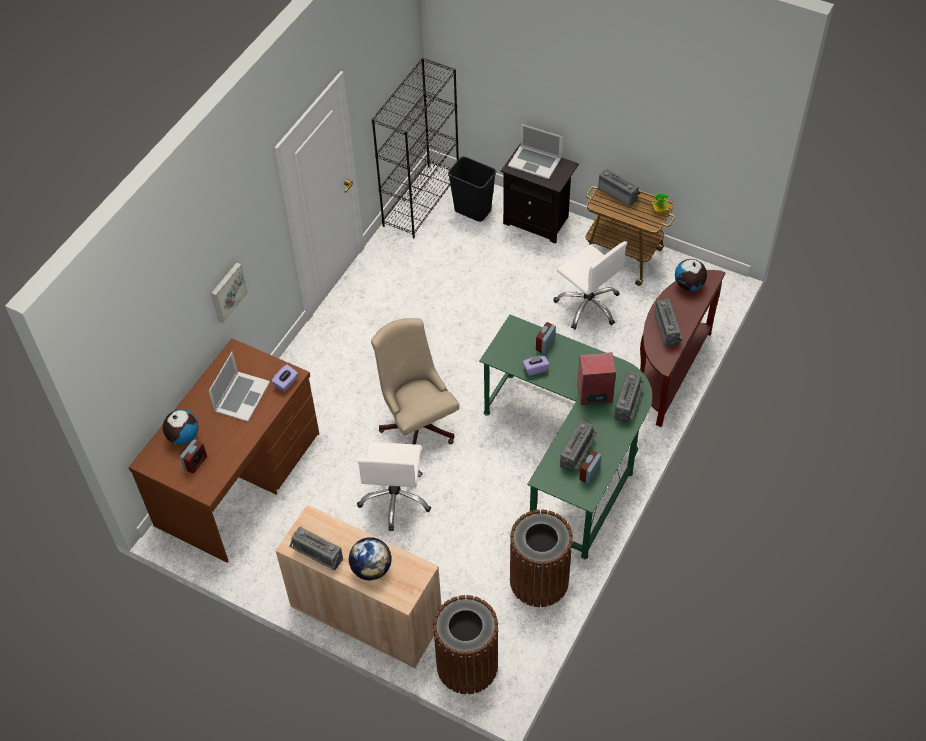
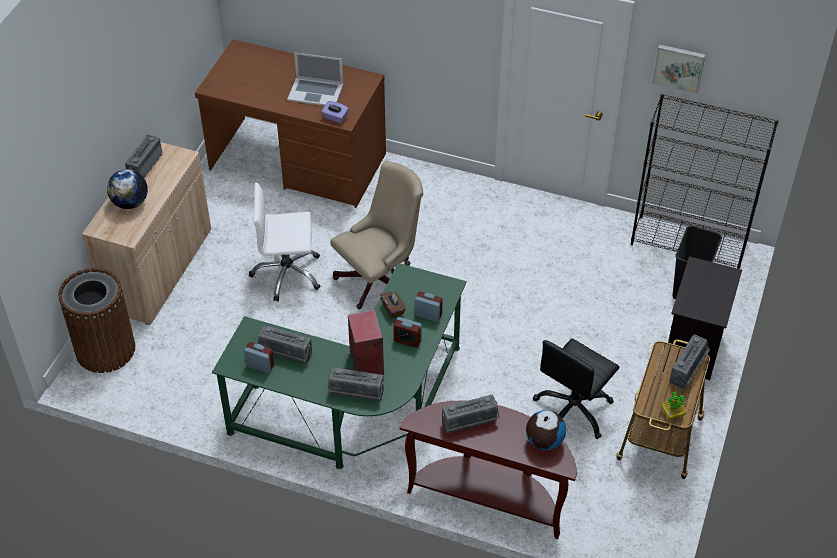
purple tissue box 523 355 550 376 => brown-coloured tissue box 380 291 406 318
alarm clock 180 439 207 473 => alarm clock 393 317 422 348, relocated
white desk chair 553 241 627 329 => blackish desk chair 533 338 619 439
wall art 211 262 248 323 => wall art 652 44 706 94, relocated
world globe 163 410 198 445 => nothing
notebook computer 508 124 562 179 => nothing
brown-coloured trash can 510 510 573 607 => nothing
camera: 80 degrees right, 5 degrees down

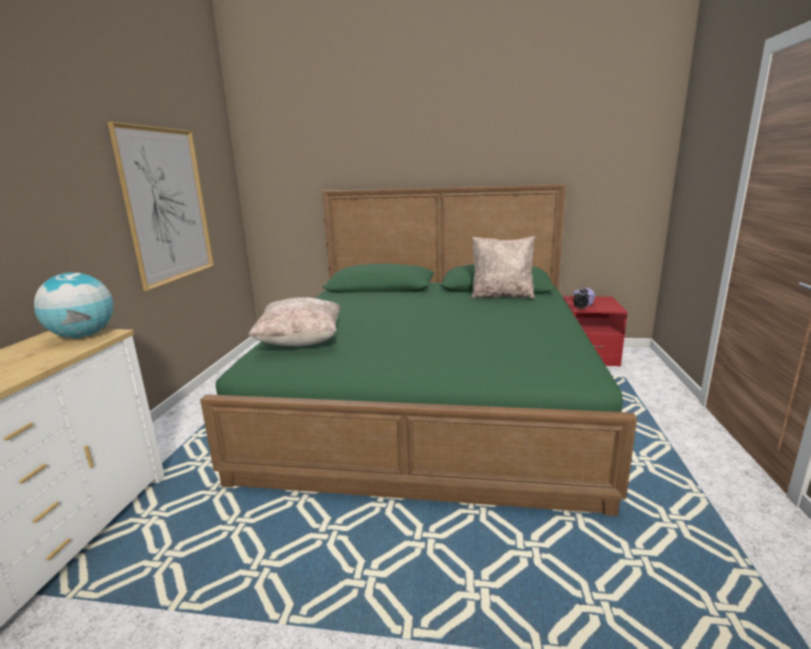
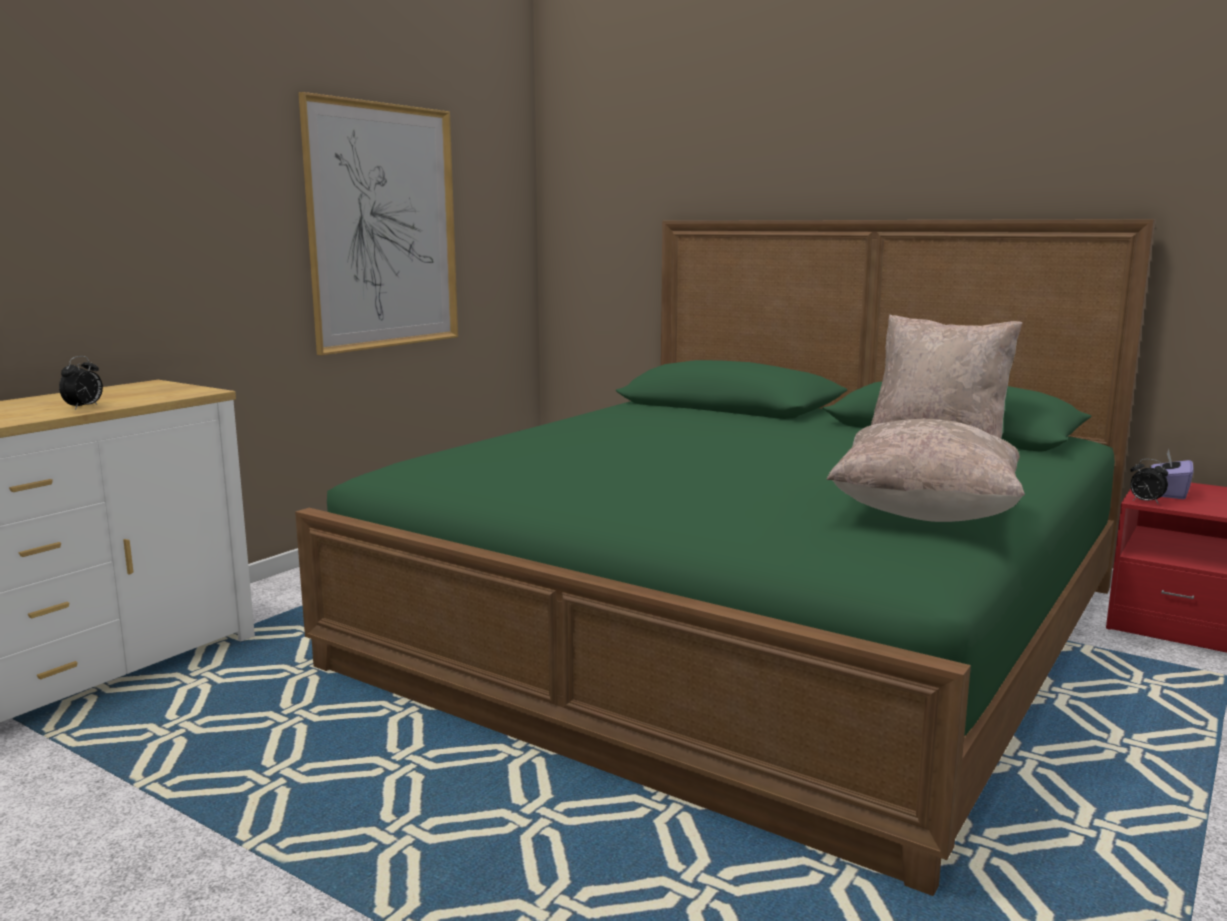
nothing => alarm clock 59 356 103 410
beige-coloured pillow 248 297 340 346 => beige-coloured pillow 827 419 1025 522, relocated
world globe 34 273 114 338 => nothing
camera: 25 degrees right, 5 degrees down

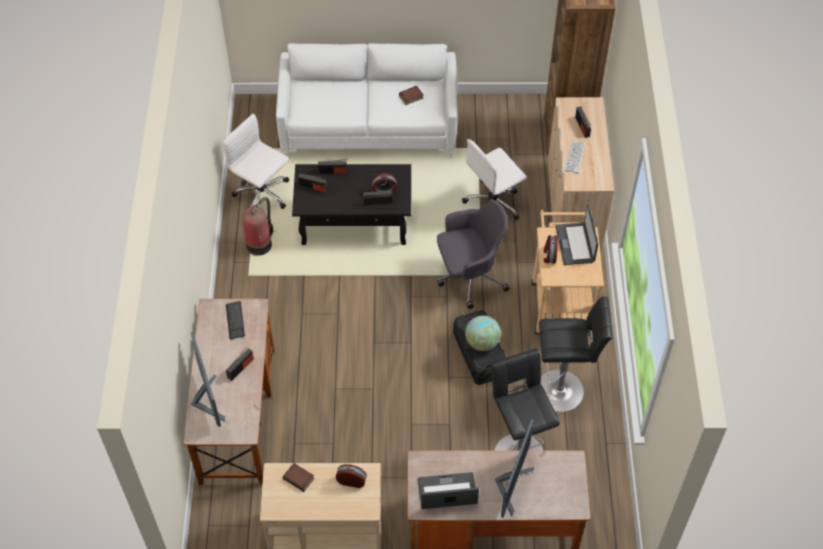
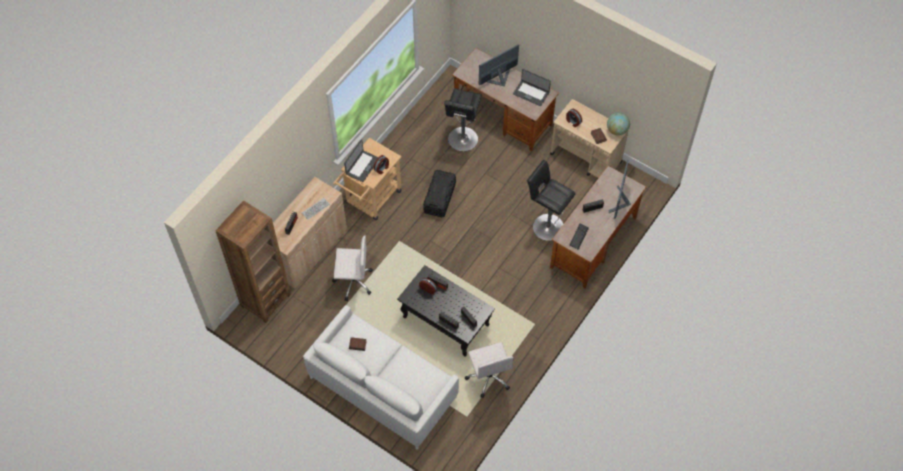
blackish stool 539 297 612 412 => blackish stool 527 160 575 241, relocated
world globe 465 315 501 351 => world globe 607 112 630 136, relocated
extinguisher 242 197 273 256 => nothing
gray desk chair 437 200 510 309 => nothing
camera: 145 degrees left, 5 degrees up

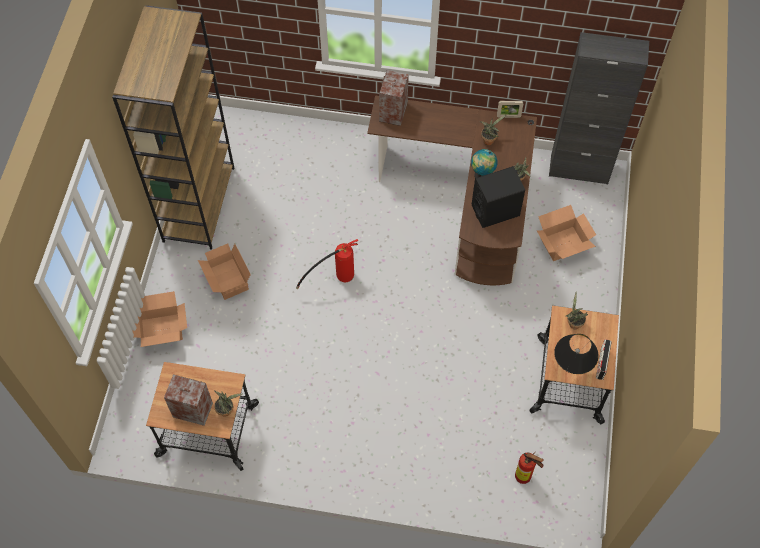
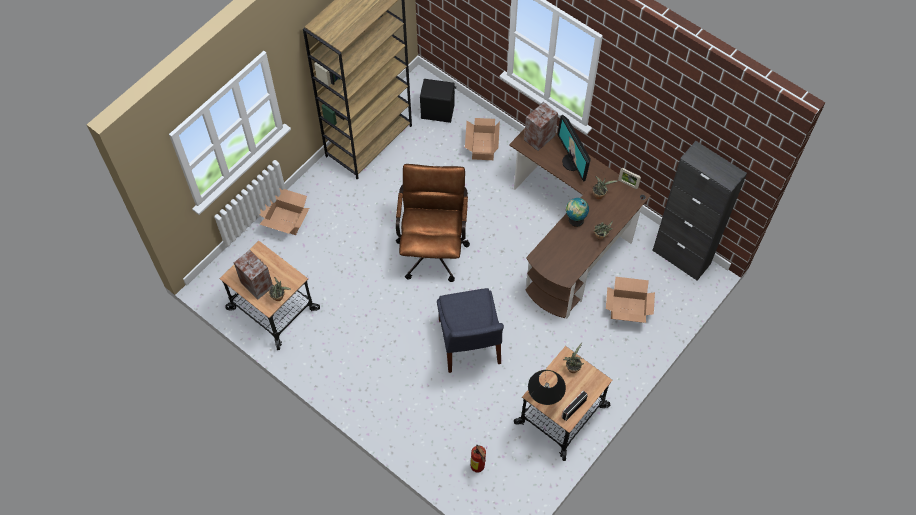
extinguisher 296 239 358 289 => brown-coloured desk chair 396 164 470 282
blackish loudspeaker 472 166 525 228 => blackish loudspeaker 420 79 456 123, relocated
nothing => blue upright chair 437 288 504 373
carton 198 244 251 300 => carton 465 118 500 160, relocated
nothing => monitor 557 115 591 182
camera: 30 degrees right, 0 degrees up

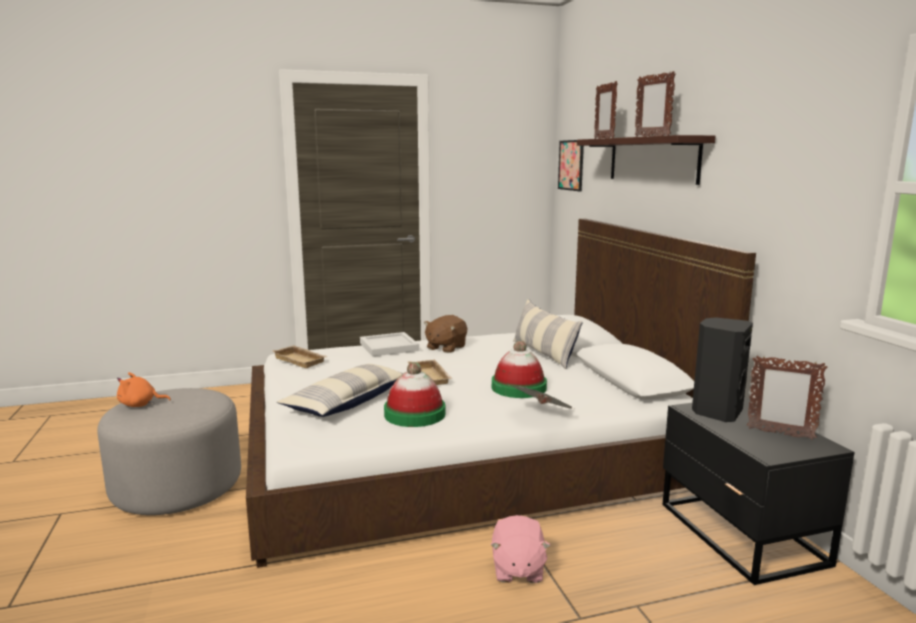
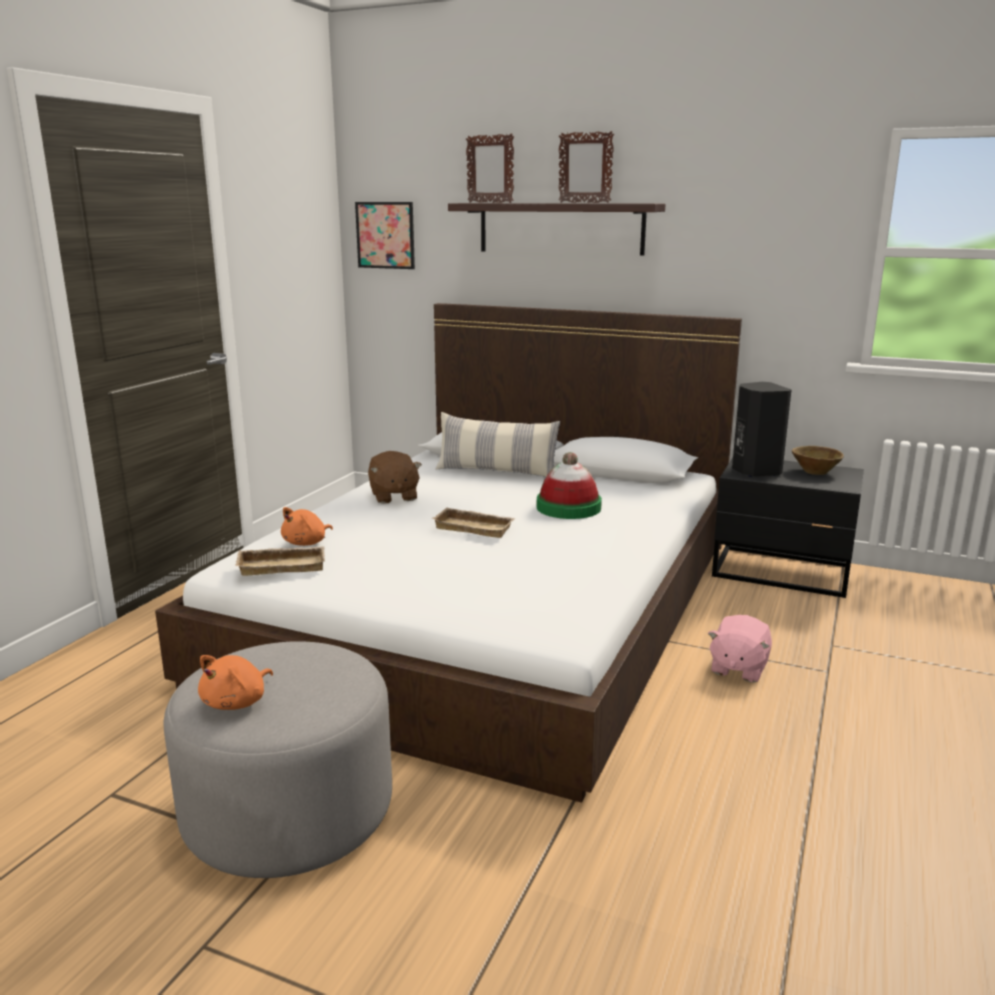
nothing => orange-coloured plush toy 281 507 333 546
pink plush toy 490 515 551 583 => pink plush toy 708 615 772 683, 75 degrees clockwise
picture frame 747 356 827 440 => brown-coloured bowl 792 446 844 475
pillow 277 364 404 417 => nothing
white carrying tray 360 332 419 357 => nothing
clothing hat 384 362 445 427 => nothing
daily paper 512 386 575 409 => nothing
camera: 50 degrees left, 5 degrees up

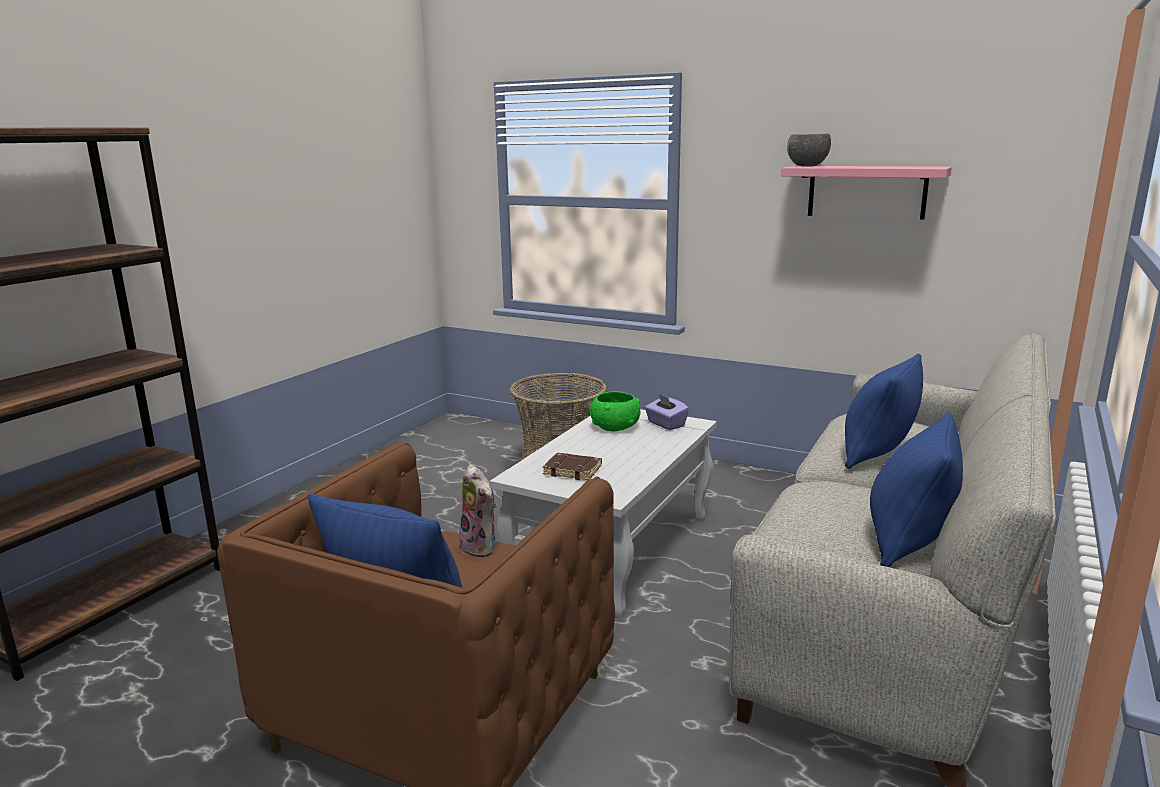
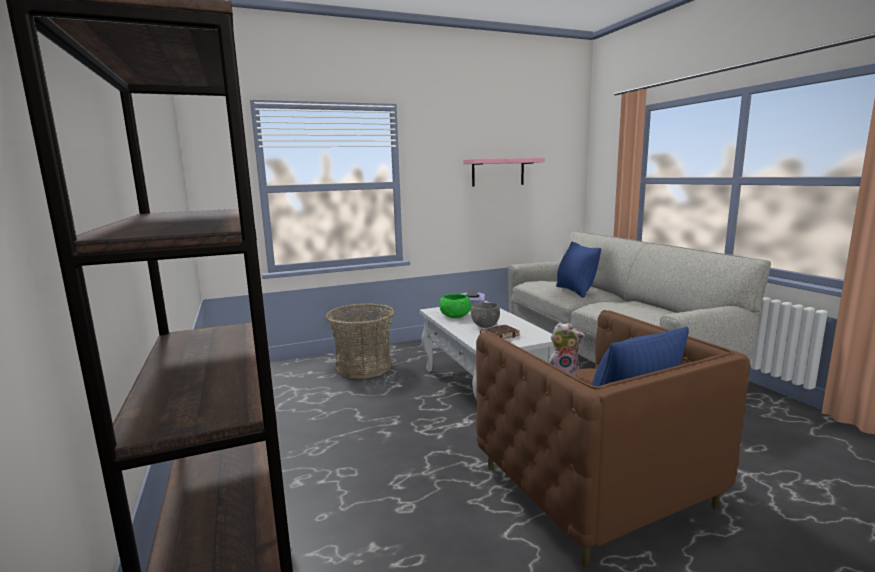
gray bowl 787 133 831 167 => gray bowl 471 302 500 328, relocated
blue pillow 870 412 963 567 => nothing
camera: 50 degrees left, 5 degrees down

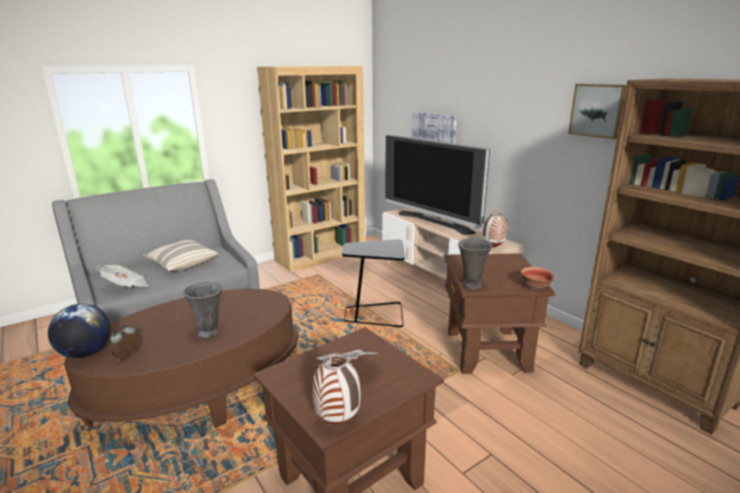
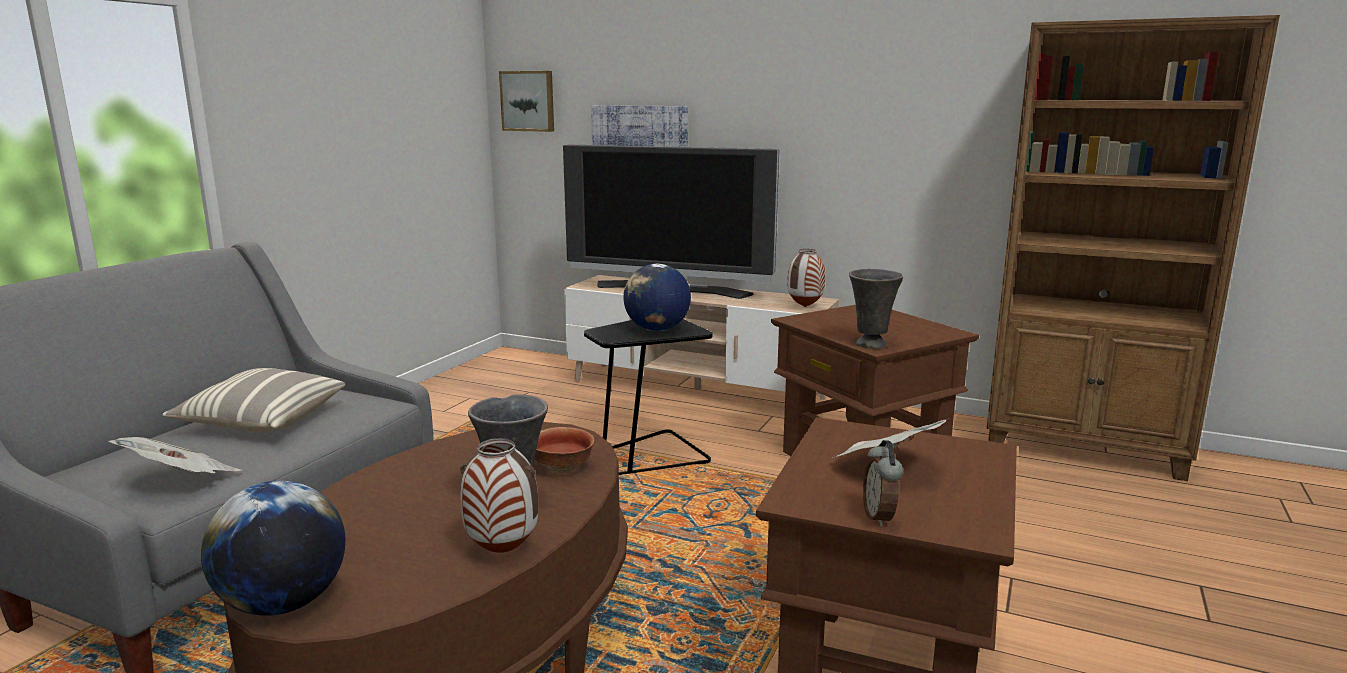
flower vase 312 353 361 425 => flower vase 460 438 538 553, relocated
wall art 568 84 627 139 => wall art 499 71 554 132, relocated
bowl 521 267 554 289 => bowl 535 427 595 473, relocated
nothing => world globe 623 264 691 331
alarm clock 110 325 139 361 => alarm clock 863 440 903 527, relocated
brown-coloured bookcase 257 66 365 272 => nothing
camera: 30 degrees left, 5 degrees down

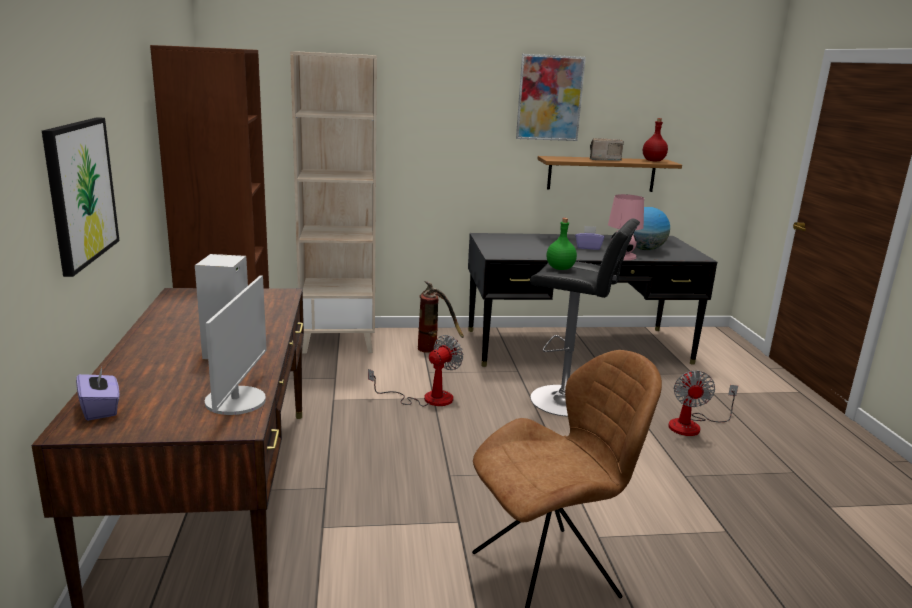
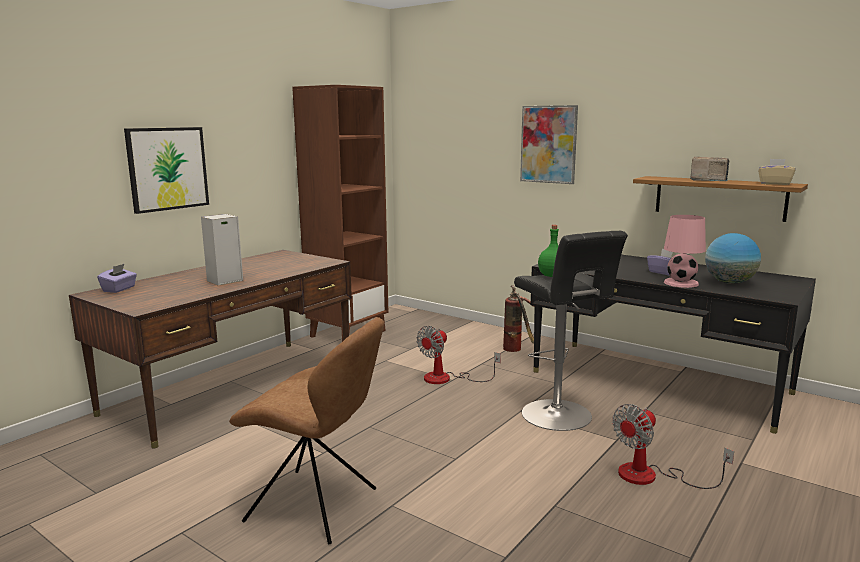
cooling fan 368 335 463 406 => cooling fan 416 326 501 384, 135 degrees clockwise
wall art 516 54 586 141 => wall art 520 105 578 184, relocated
red drink bottle 643 118 668 161 => beige-coloured tissue box 758 159 796 185
monitor 205 275 267 415 => nothing
beige-coloured bookcase 290 51 377 353 => nothing
camera: 45 degrees right, 5 degrees down

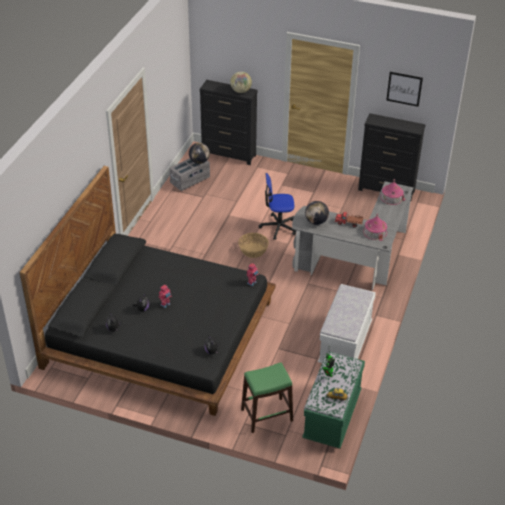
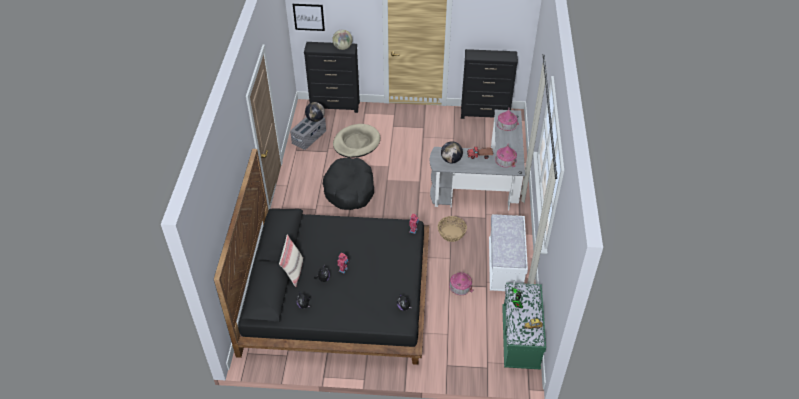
nothing => beige-coloured pillow 279 234 303 287
wall art 386 72 423 107 => wall art 293 4 325 31, relocated
nothing => blackish pet bed 323 157 374 210
nothing => beige-coloured pet bed 333 124 380 158
basket 238 233 269 258 => basket 438 216 467 242, relocated
nothing => toy house 449 271 473 295
green-coloured stool 241 362 293 433 => nothing
desk chair 259 173 296 240 => nothing
camera: 15 degrees left, 5 degrees up

